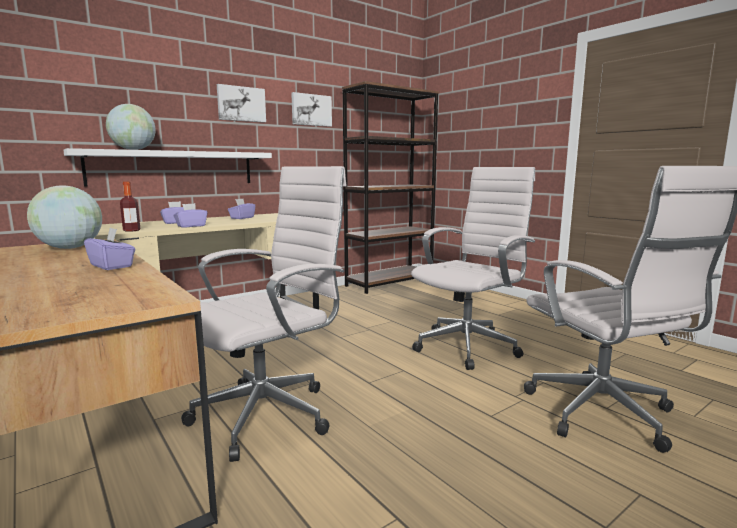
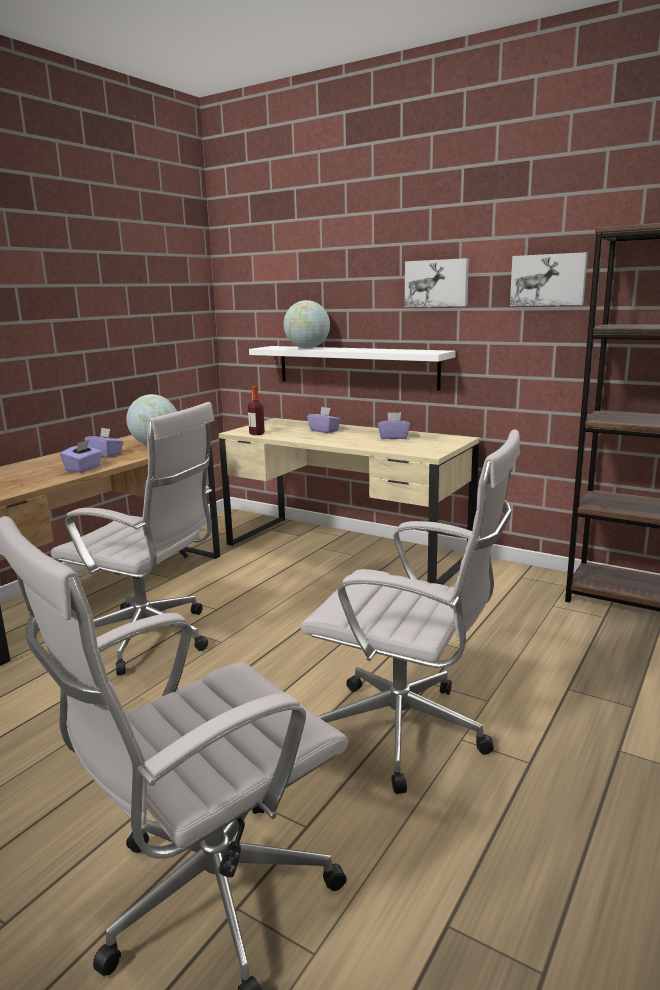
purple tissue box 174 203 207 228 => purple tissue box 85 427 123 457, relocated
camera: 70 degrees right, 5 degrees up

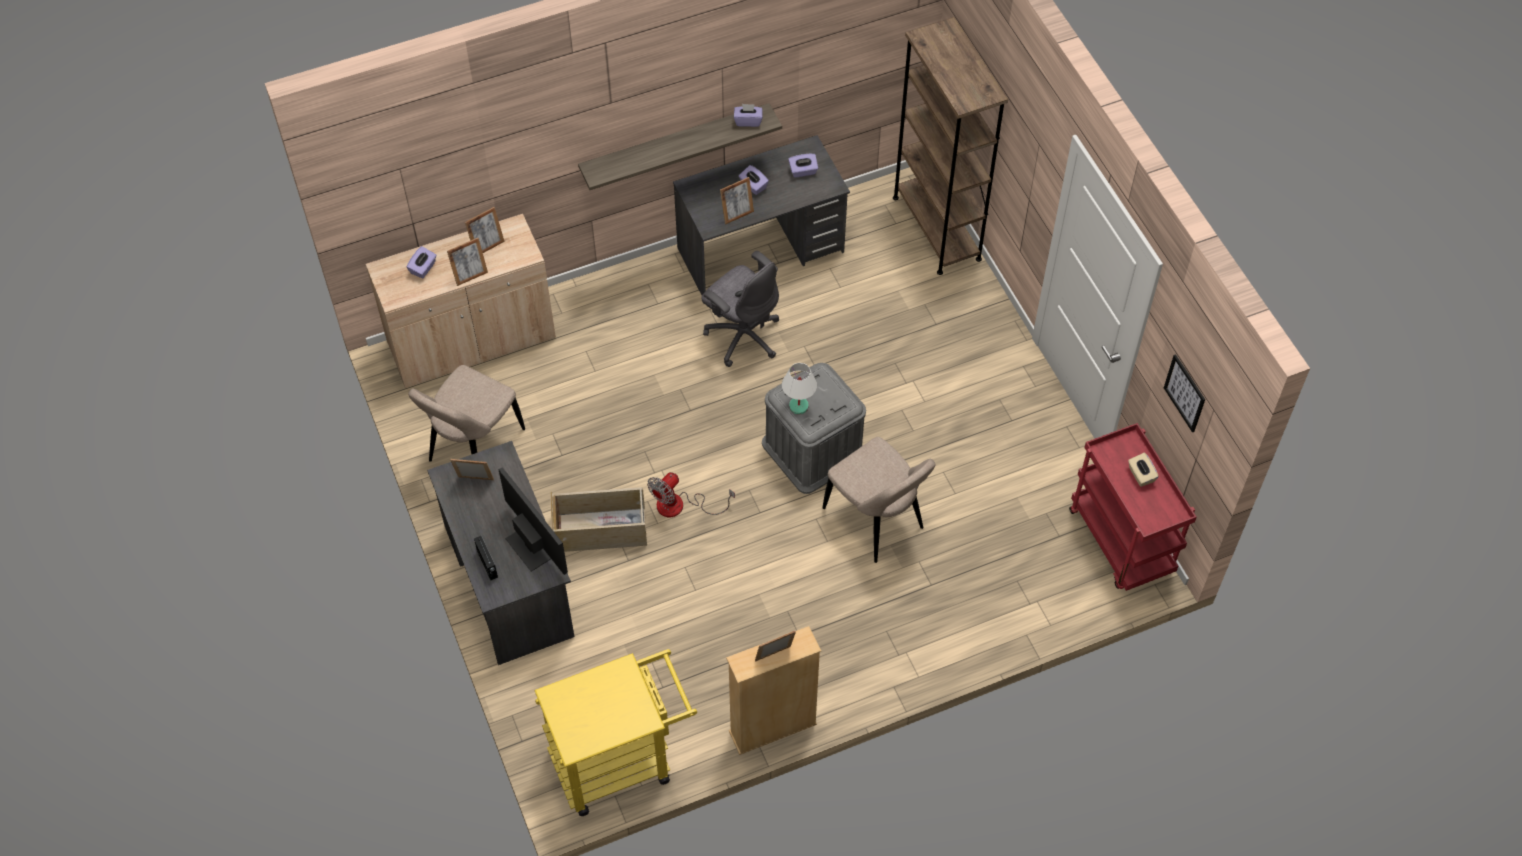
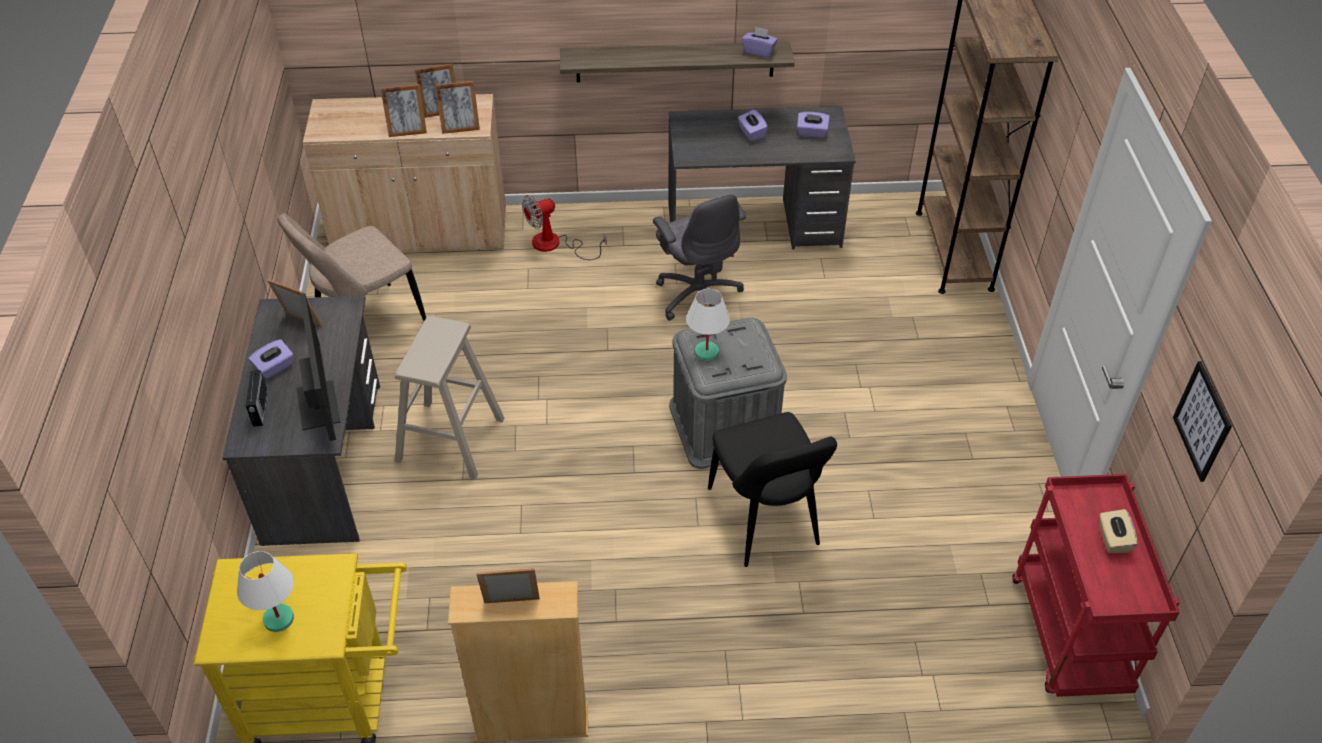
nothing => white tabletop lamp 237 551 294 632
purple tissue box 406 246 437 278 => purple tissue box 248 339 293 379, relocated
beige-coloured storage box 550 487 647 552 => beige-coloured stool 395 316 504 480
picture frame 720 177 754 224 => picture frame 435 81 480 134, relocated
cooling fan 647 472 735 517 => cooling fan 522 195 607 260, relocated
beige-coloured upright chair 823 437 936 563 => blackish upright chair 708 412 837 567
camera: 20 degrees right, 10 degrees down

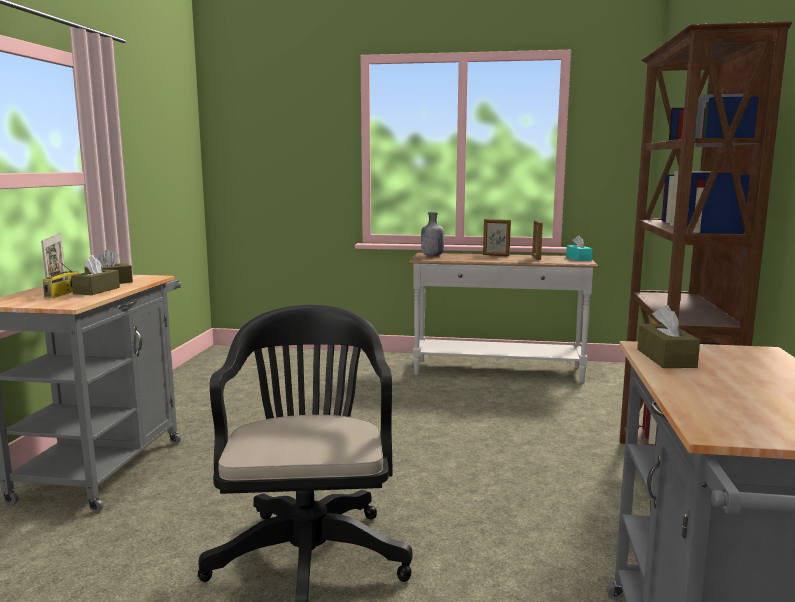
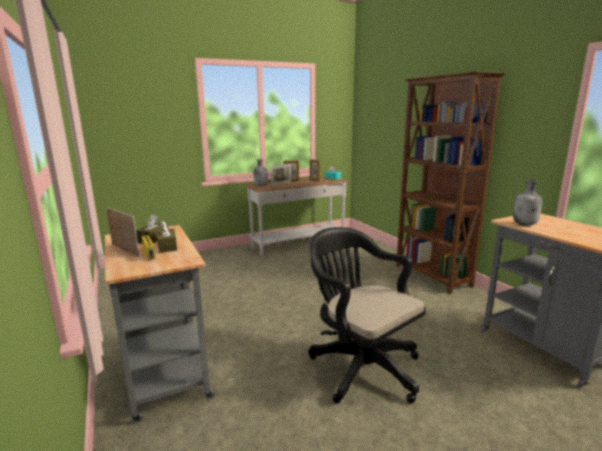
nothing => picture frame 271 163 291 187
brown-coloured tissue box 637 305 700 368 => gray drink bottle 513 180 543 225
camera: 35 degrees left, 5 degrees up

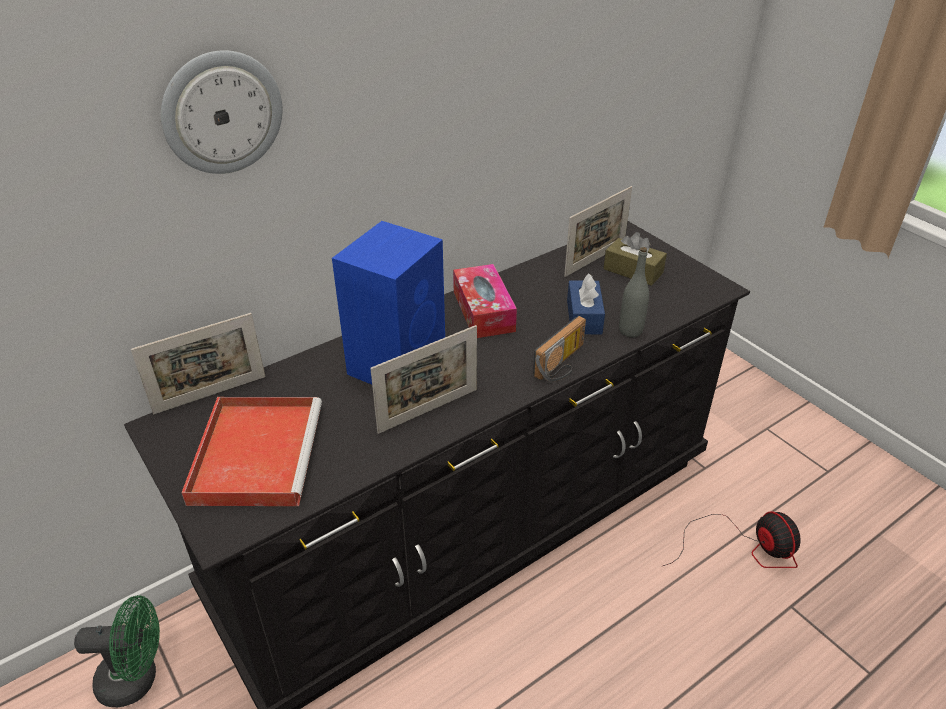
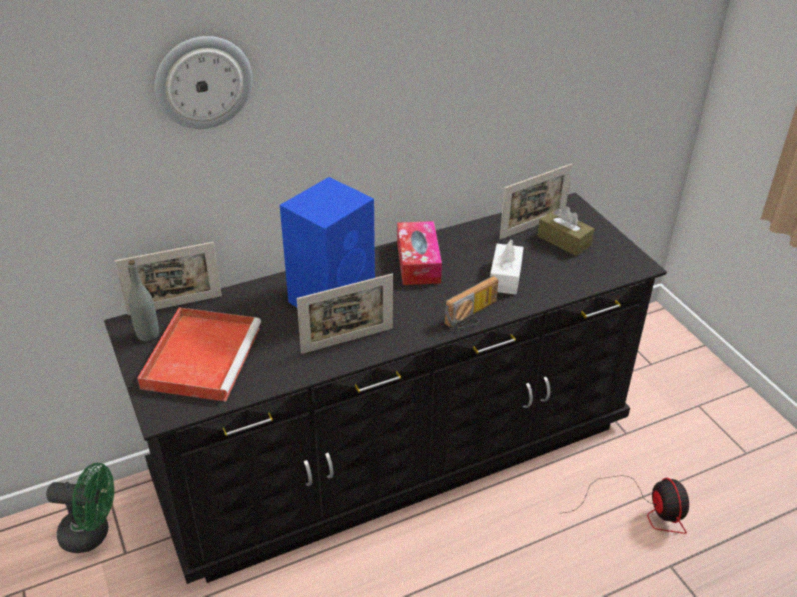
gray drink bottle 619 247 649 337 => gray drink bottle 128 260 159 341, relocated
blue tissue box 567 273 605 335 => white tissue box 490 240 524 295
camera: 10 degrees right, 0 degrees up

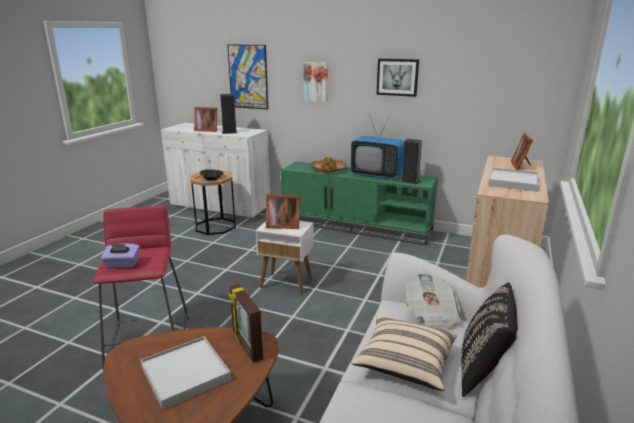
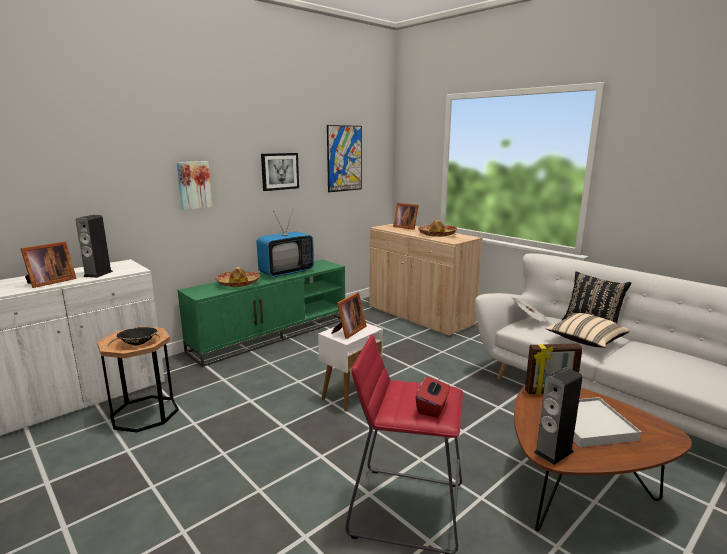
wall art 227 44 268 110 => wall art 327 125 362 192, relocated
purple tissue box 101 243 140 269 => red tissue box 416 376 450 418
white carrying tray 488 168 539 192 => clothing hat 418 220 457 237
loudspeaker 401 139 422 185 => loudspeaker 534 368 583 465, relocated
camera: 65 degrees left, 5 degrees down

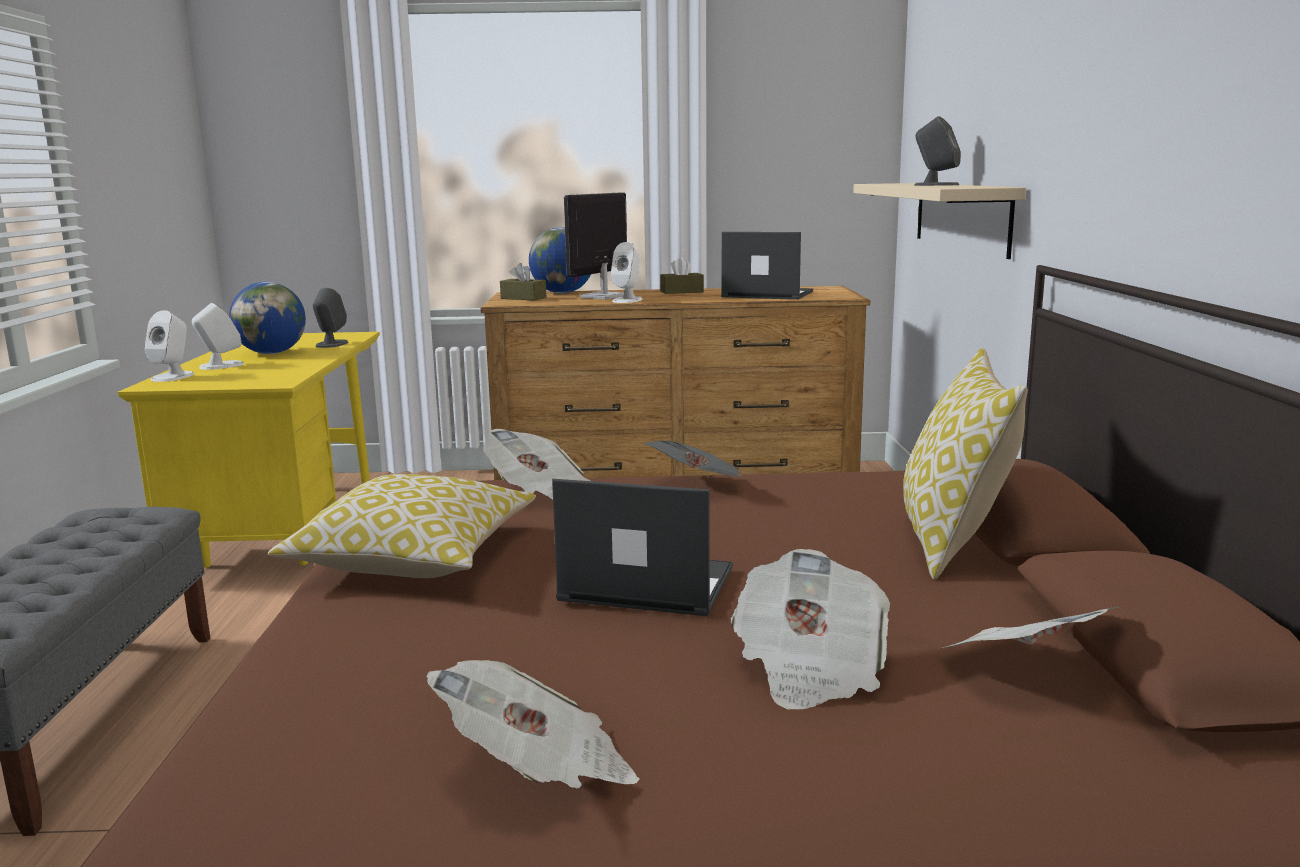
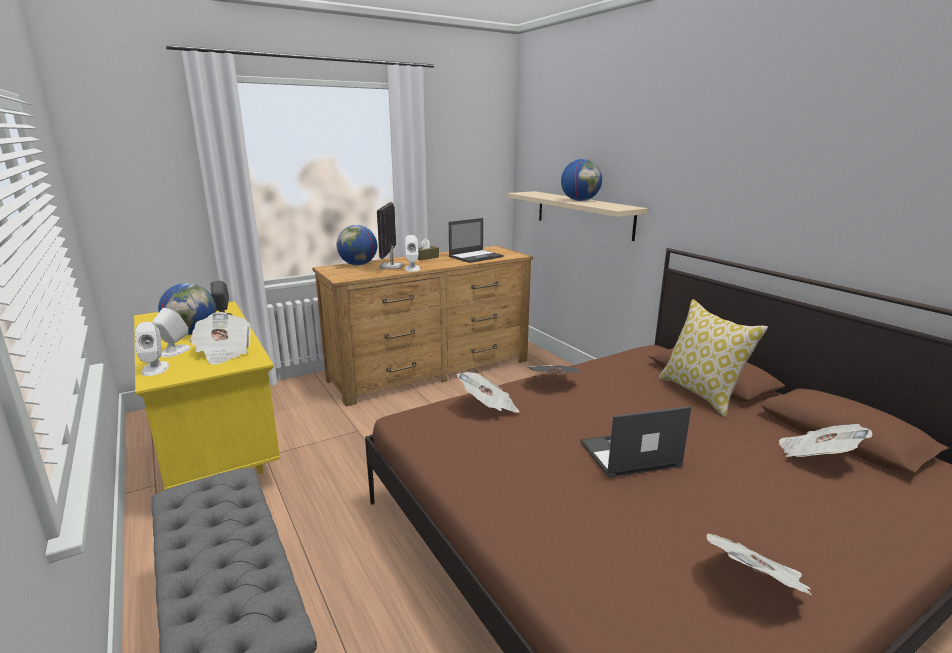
daily paper 731 549 890 710 => daily paper 190 312 251 365, relocated
notebook computer 721 232 813 300 => notebook computer 449 218 503 263, 150 degrees clockwise
gray loudspeaker 914 116 961 186 => world globe 561 159 602 201
pillow 268 474 536 578 => nothing
brown-coloured tissue box 500 263 547 301 => nothing
camera: 30 degrees left, 5 degrees up

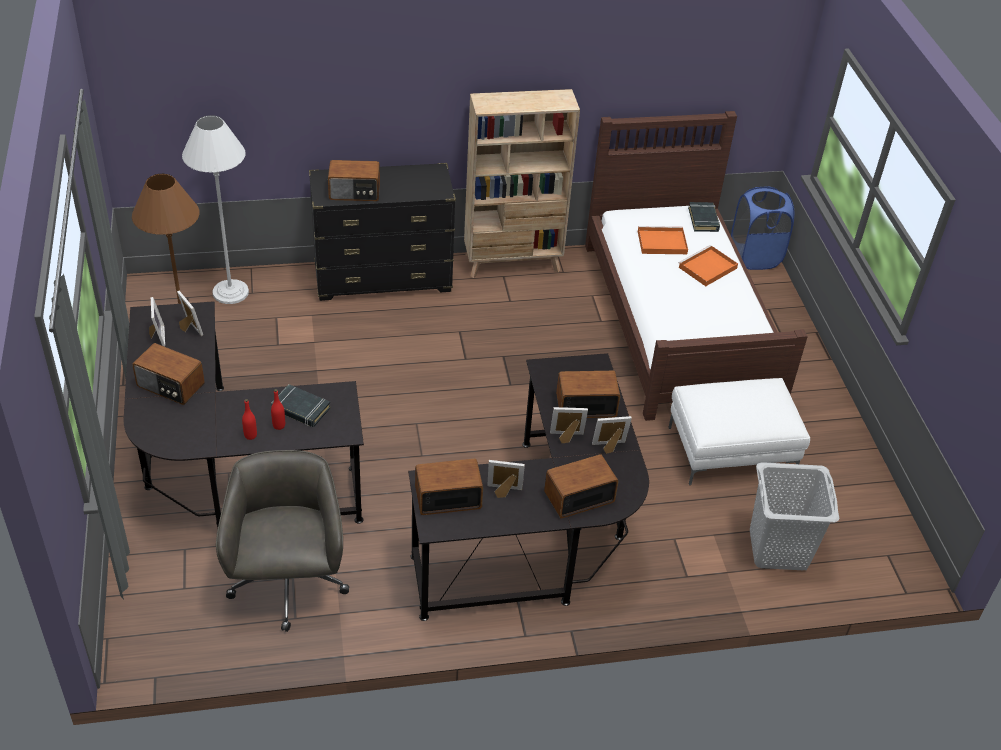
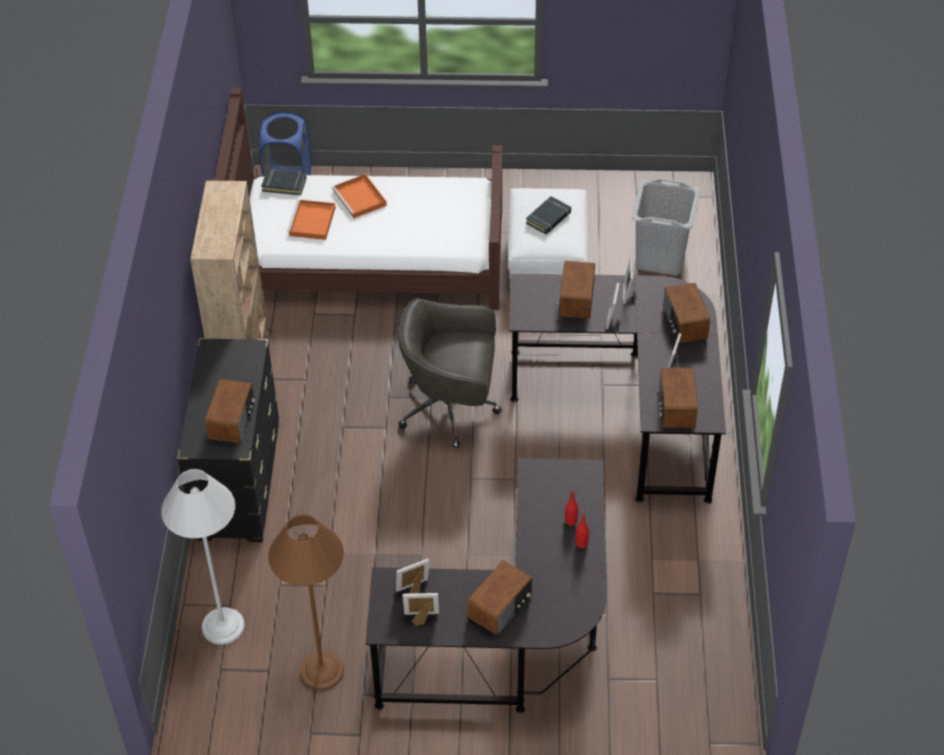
gray desk chair 216 450 349 632 => gray desk chair 398 298 502 448, relocated
blackish bound book 271 384 331 427 => blackish bound book 526 196 571 234, relocated
camera: 75 degrees left, 5 degrees up

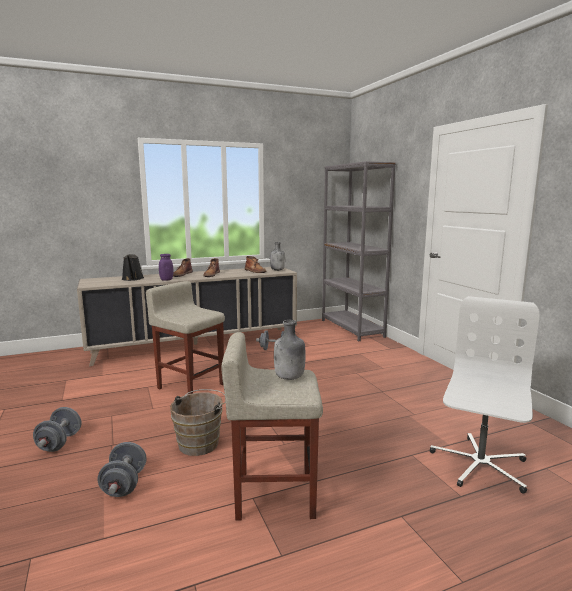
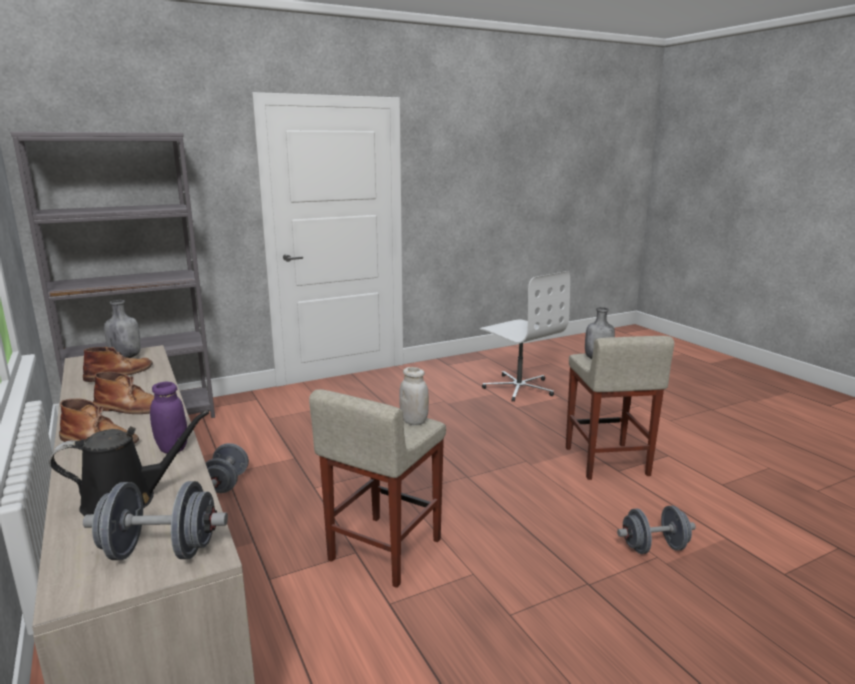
gray free weight 33 407 81 452 => gray free weight 83 481 228 560, relocated
nothing => white storage jar 399 367 429 425
white desk chair 430 296 539 494 => white desk chair 480 271 570 402, 150 degrees counterclockwise
brown-coloured pail 170 389 226 456 => nothing
camera: 95 degrees left, 5 degrees up

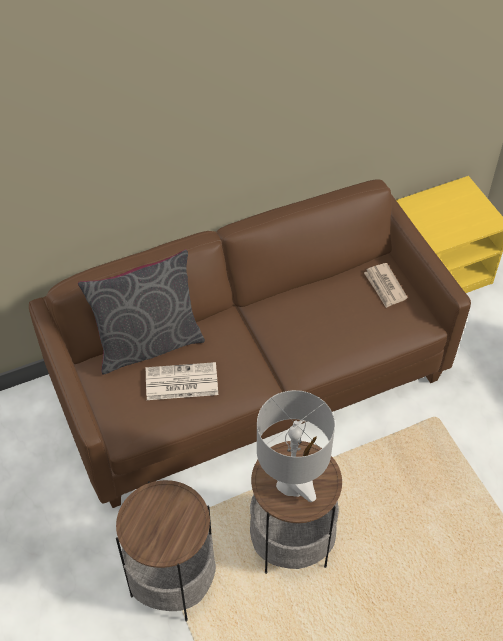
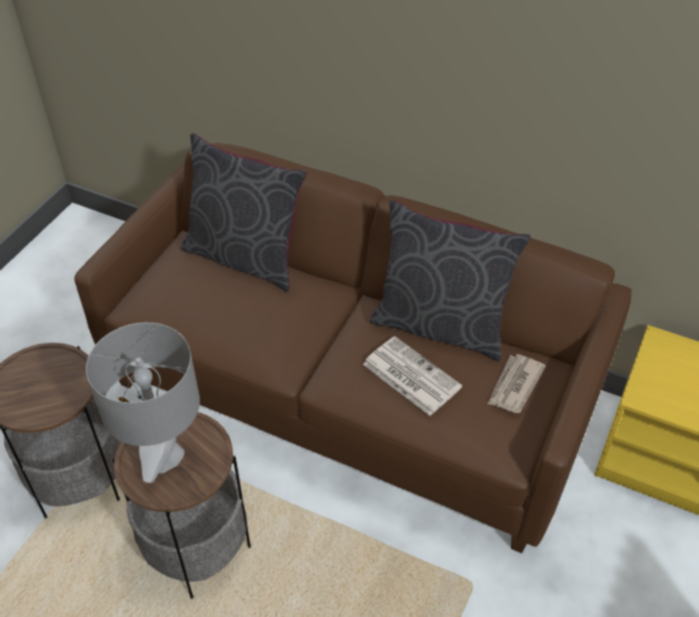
daily paper 146 362 218 400 => daily paper 363 336 462 416, relocated
nothing => gray pillow 370 200 531 361
camera: 50 degrees right, 5 degrees down

